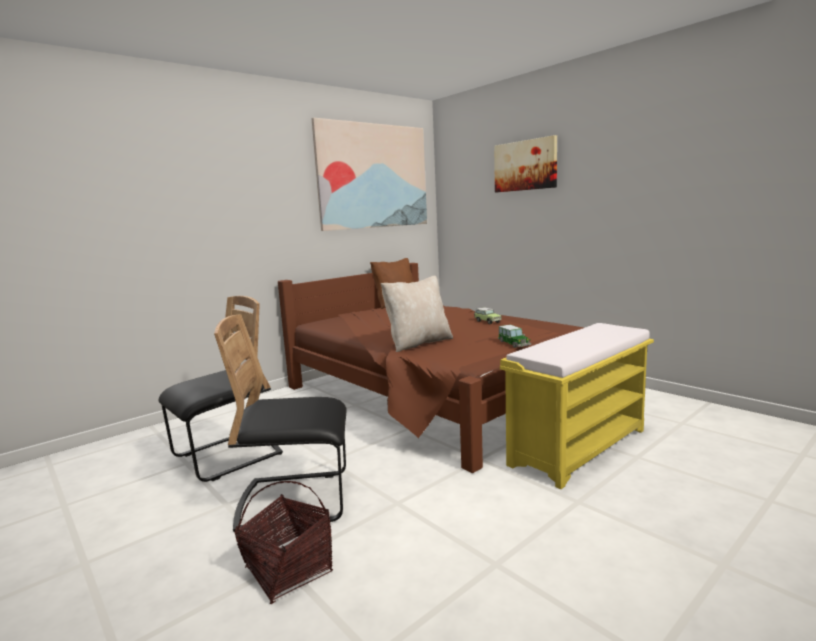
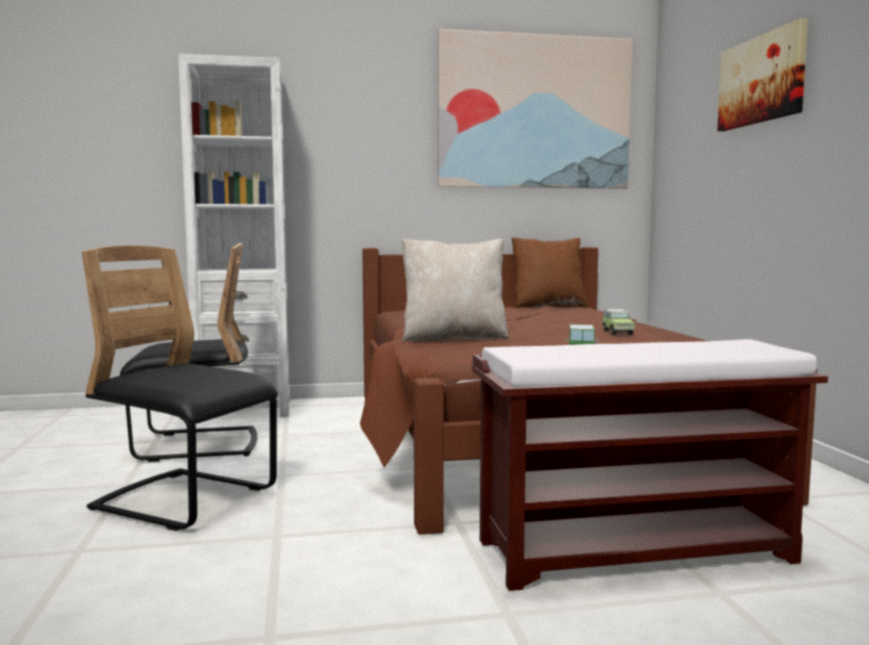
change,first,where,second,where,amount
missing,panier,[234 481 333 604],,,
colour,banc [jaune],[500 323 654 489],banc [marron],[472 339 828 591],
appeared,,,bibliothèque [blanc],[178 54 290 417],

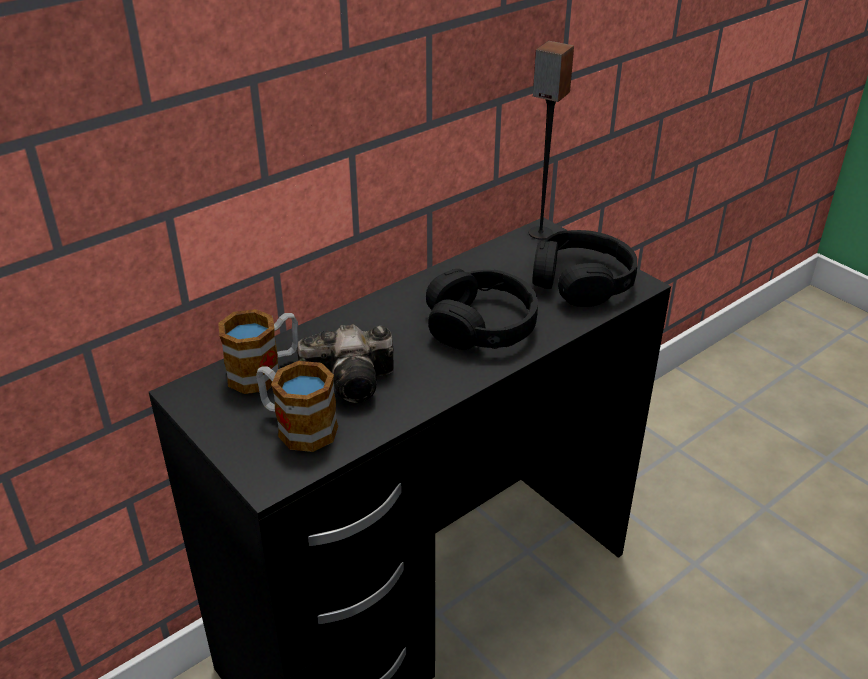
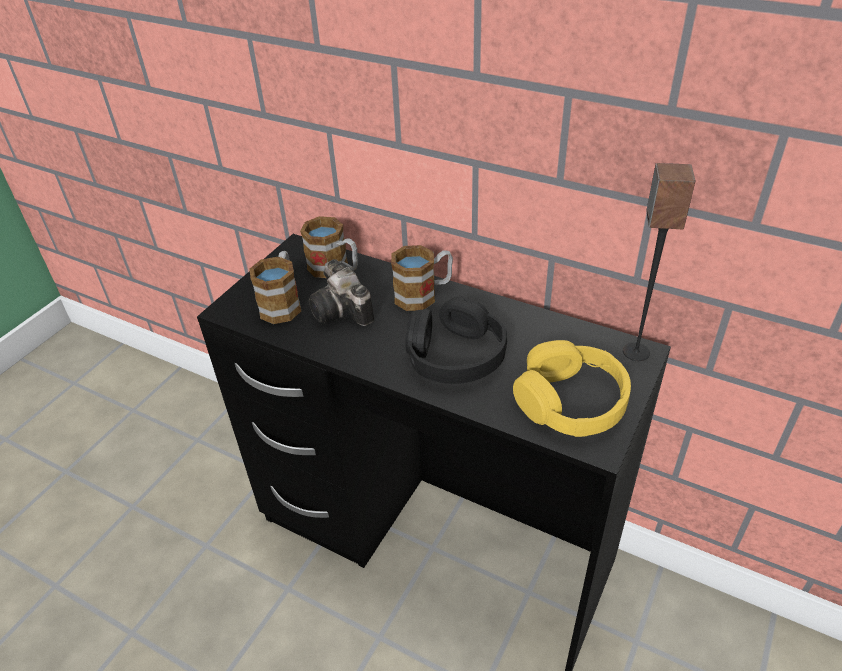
change,first,where,second,where,amount
colour,casque audio [noir],[532 230 637 307],casque audio [jaune],[513 340 631 437],
appeared,,,mug,[391 245 453 311],

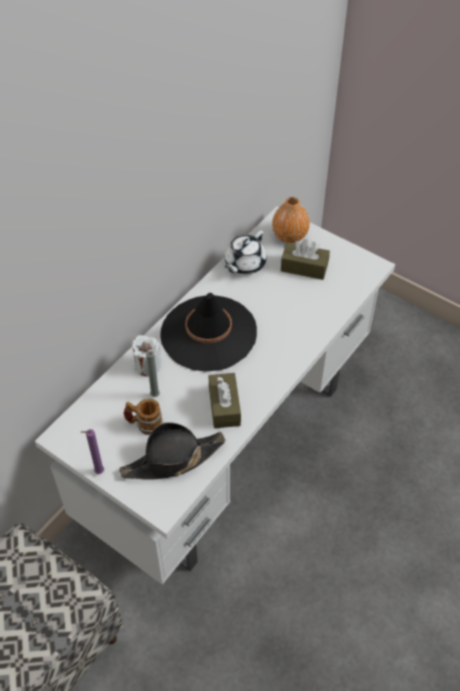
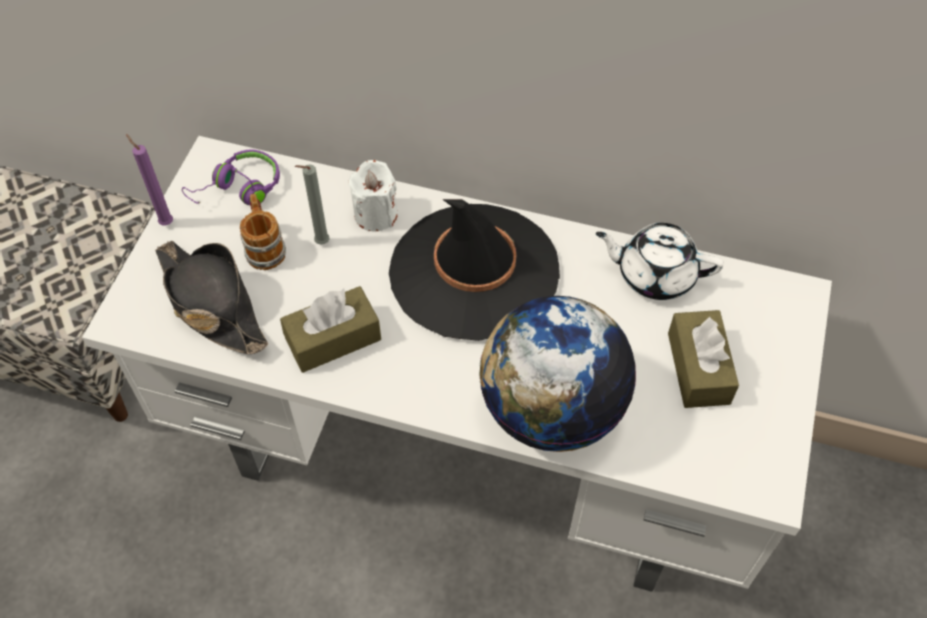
change,first,where,second,where,amount
missing,vase [orange],[272 197 310 243],,,
appeared,,,casque audio [violet],[182 150 280 205],
appeared,,,globe,[479 296 636 452],

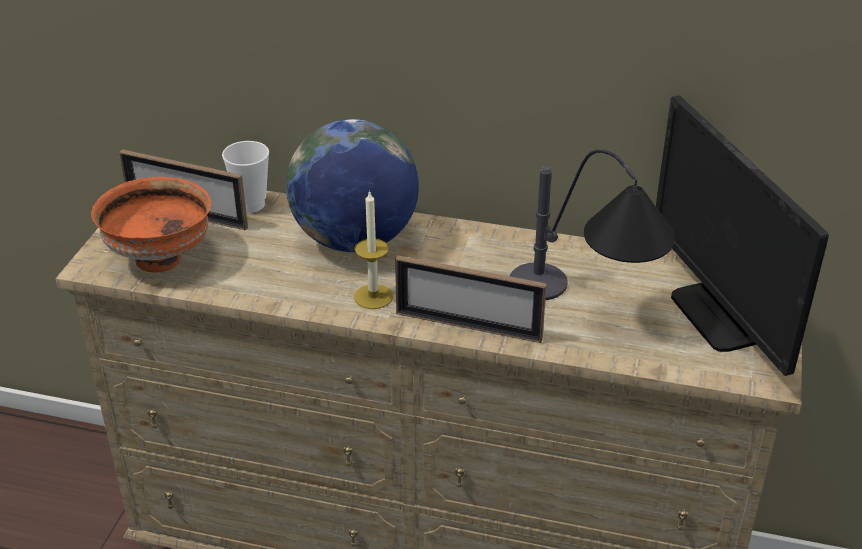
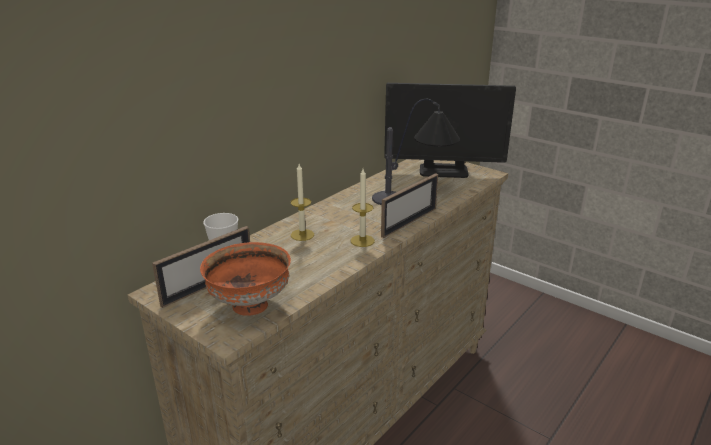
change,first,where,second,where,amount
exchanged,globe,[286 119 419 252],bougie,[291 164 314 241],

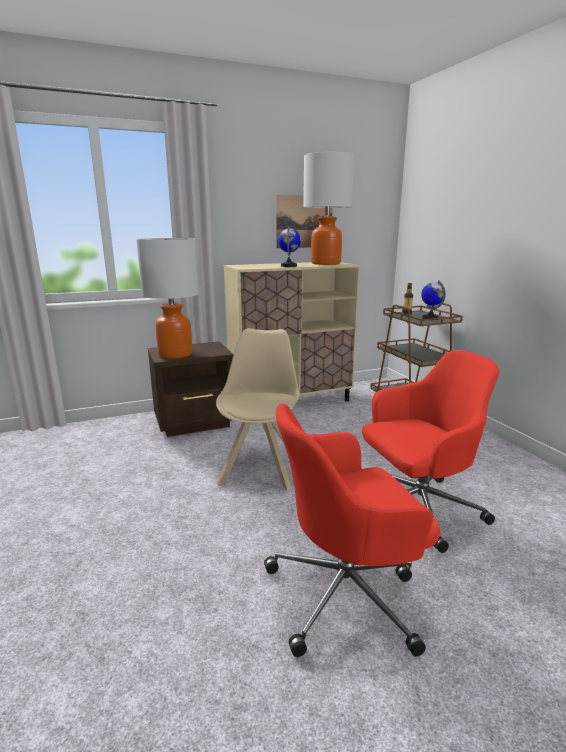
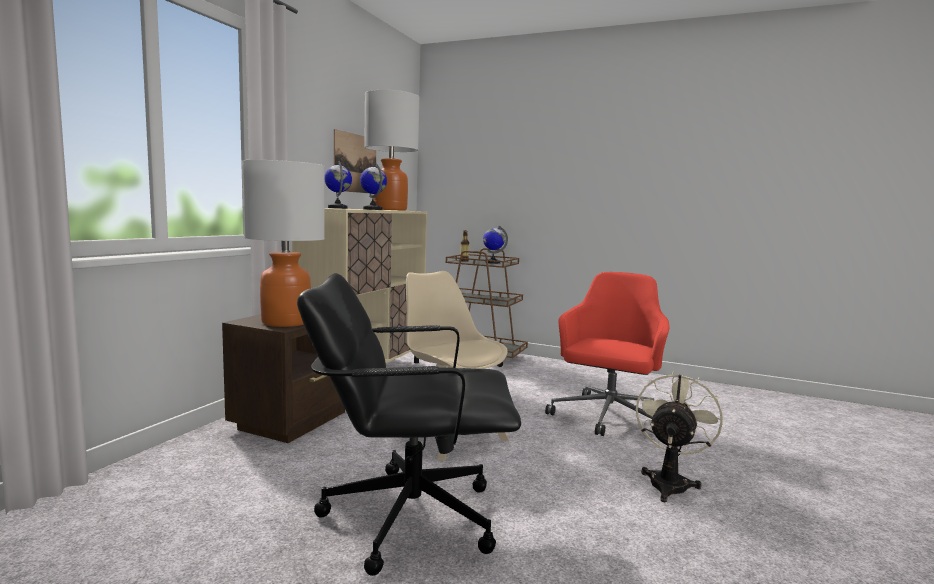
change,first,where,second,where,amount
exchanged,chaise de bureau [rouge],[264 403 440 657],ventilateur [beige],[636 371 723 502],
appeared,,,chaise de bureau [noir],[297 273 521 576],
appeared,,,globe,[324 161 352 209],

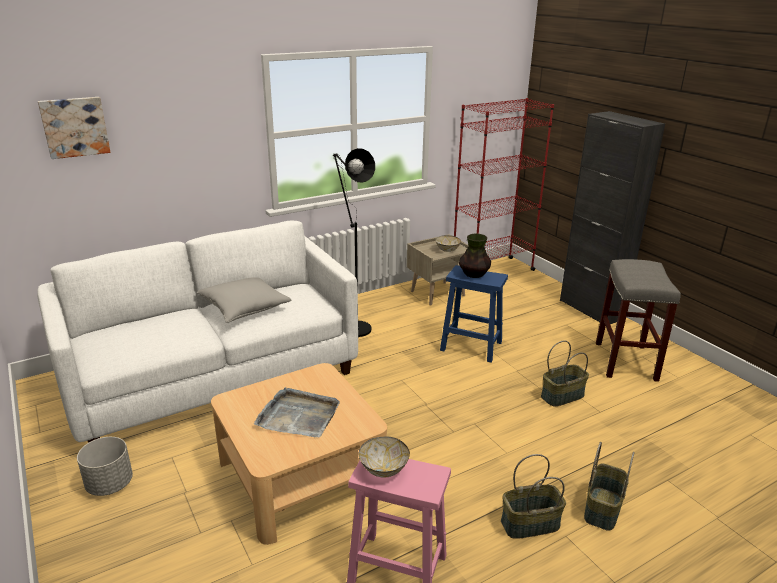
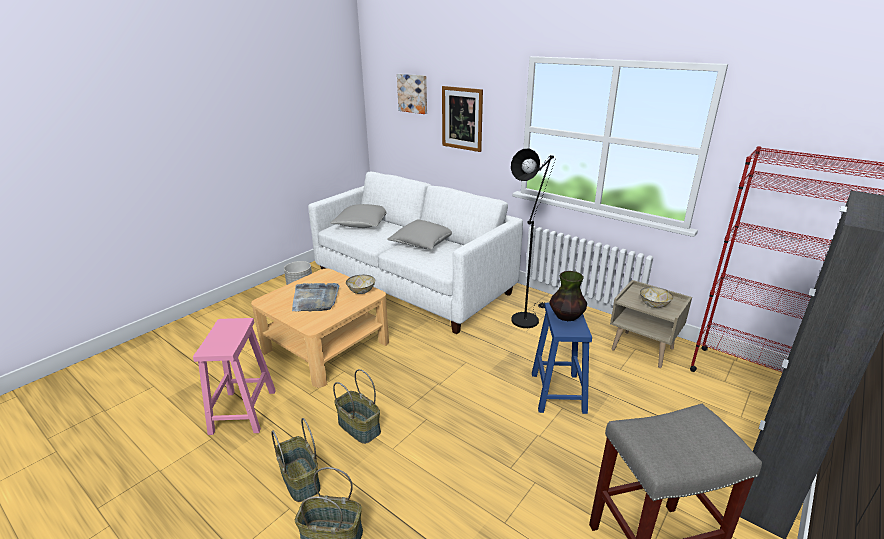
change,first,where,second,where,amount
relocated,bol,[359 436 410 478],,[346 275 375 294],
relocated,panier,[541 340 589 407],,[333 369 381 444],
appeared,,,coussin [gris],[330 204 387 228],
appeared,,,tableau,[442 86 483 152],

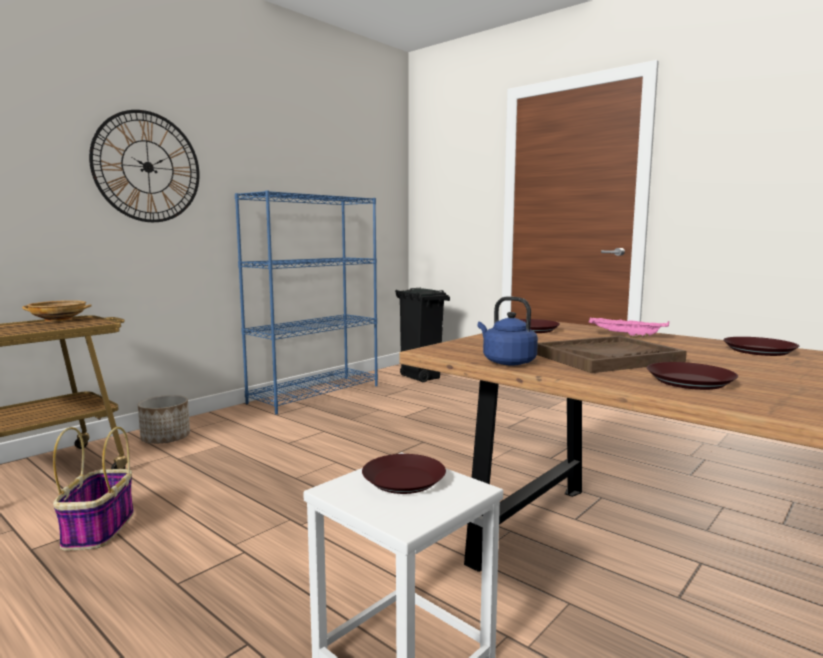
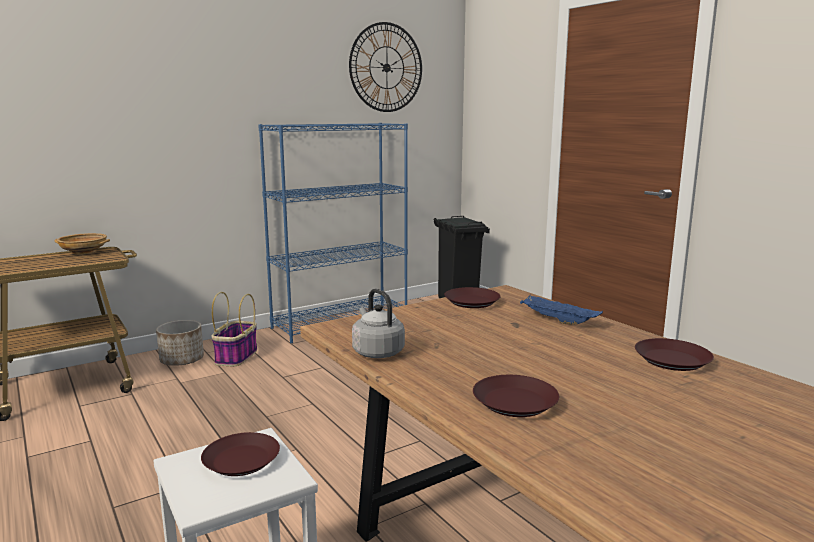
change,first,where,second,where,amount
relocated,panier,[53 427 134 551],,[211 292 257 366],
relocated,horloge murale,[89 110 200 222],,[349 22 422 112],
colour,bouilloire [bleu],[478 297 538 365],bouilloire [gris],[352 288 405 358],
missing,plateau [marron],[537 336 687 373],,,
colour,plateau [rose],[589 317 669 338],plateau [bleu],[520 295 603 324],

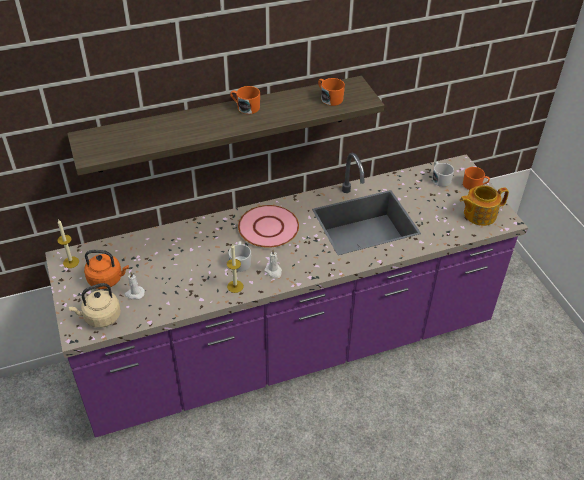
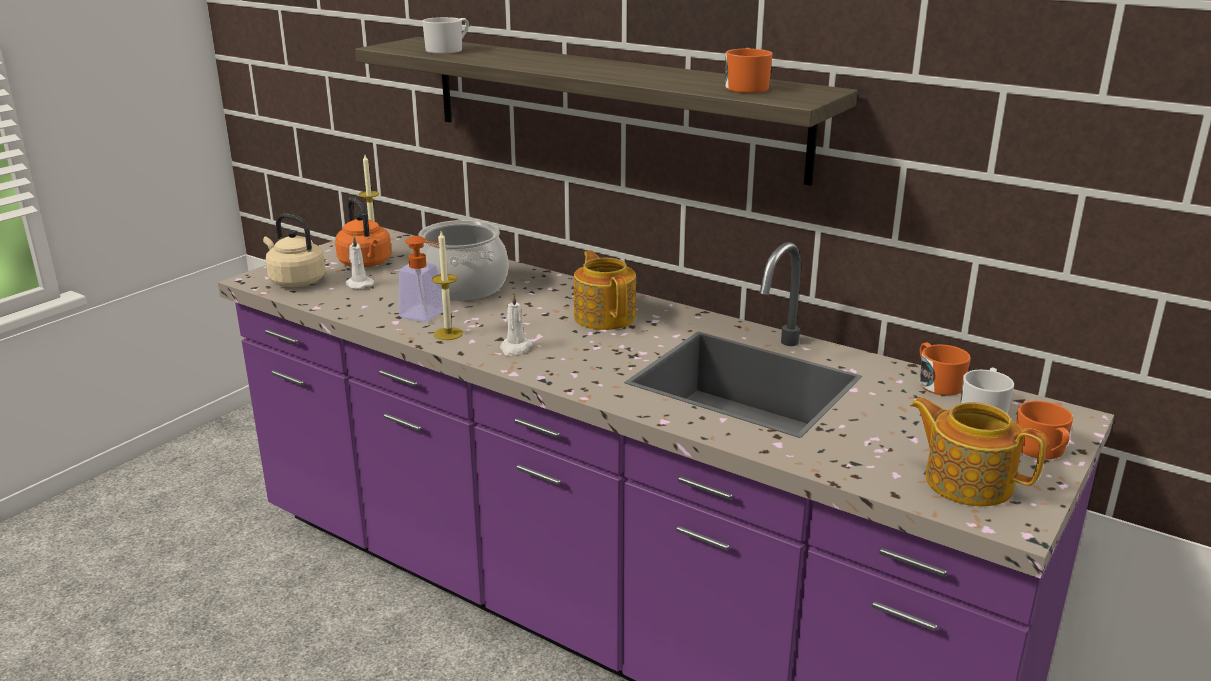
change,first,where,second,where,amount
relocated,mug [blanc],[229 241 251 272],,[422 17 469 54],
relocated,mug [orange],[230 86 260 114],,[920 343 971 396],
exchanged,assiette [rose],[238 205 299 248],théière,[574 251 636 330],
appeared,,,distributeur de savon,[399 236 443 322],
appeared,,,marmite,[418 220 508 301],

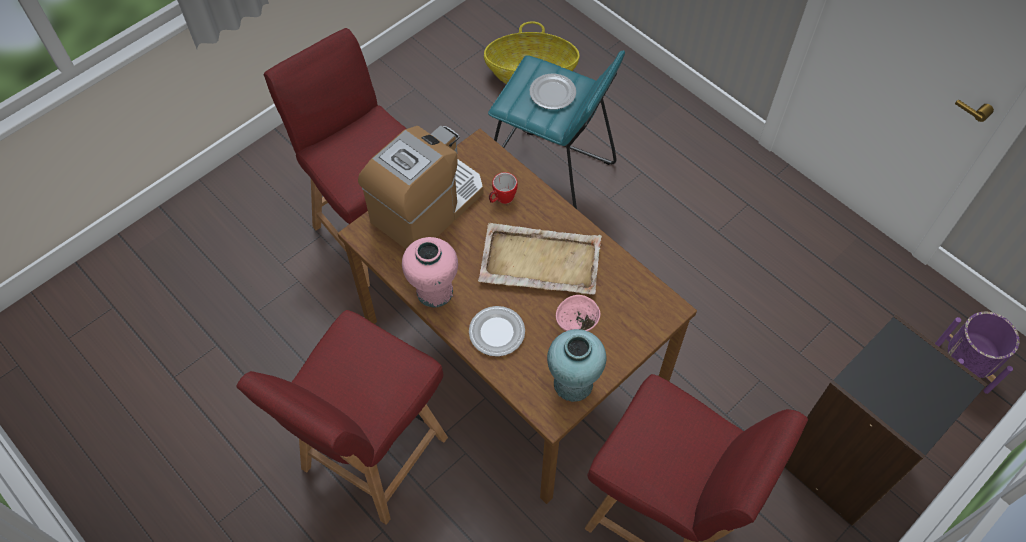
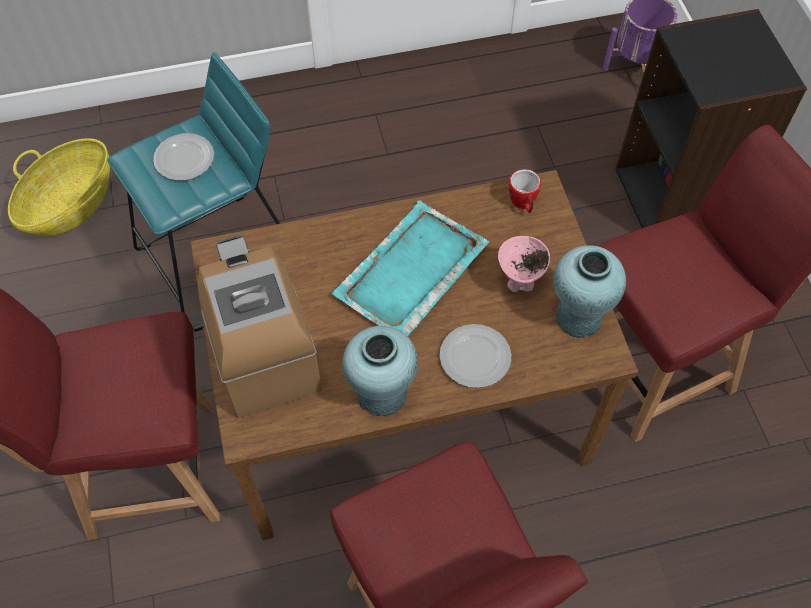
change,first,where,second,where,amount
colour,vase [rose],[402 237 458 307],vase [turquoise],[342 326 418 417],
colour,plateau [beige],[478 223 602 295],plateau [turquoise],[332 201 489 336],
relocated,mug,[489 172 518 204],,[509 169 541 213],

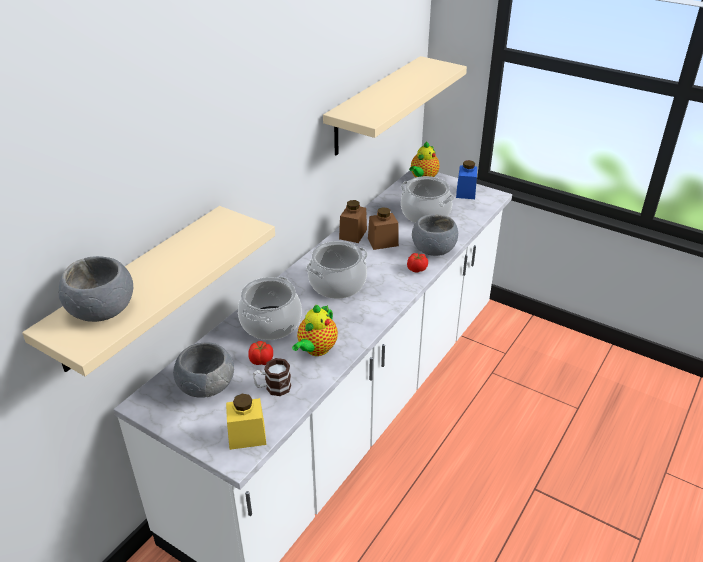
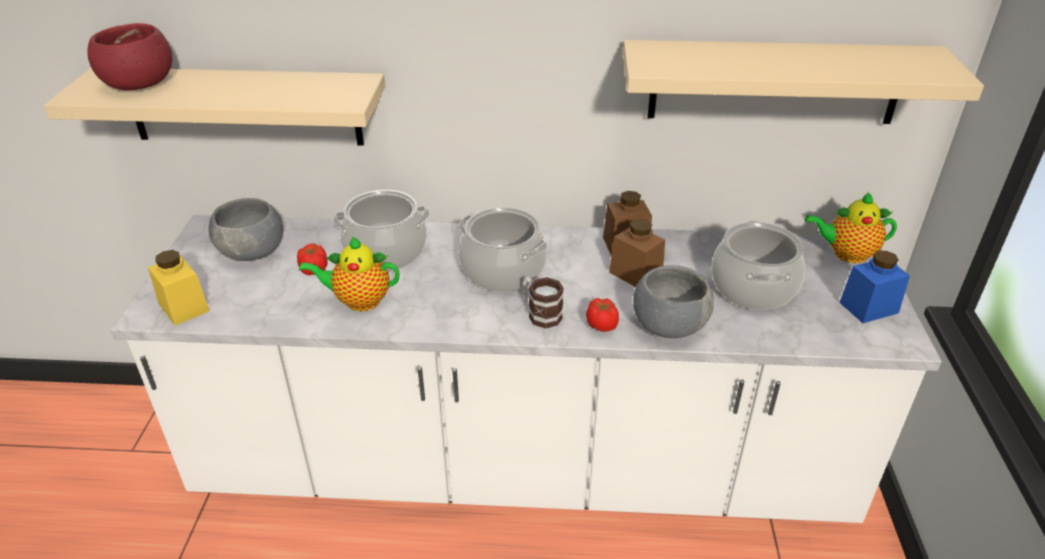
change,first,where,second,where,amount
colour,bol [gris],[58 256 133 322],bol [rouge],[87 23 172 90],
relocated,mug,[253 358 292 396],,[523 277 564 328],

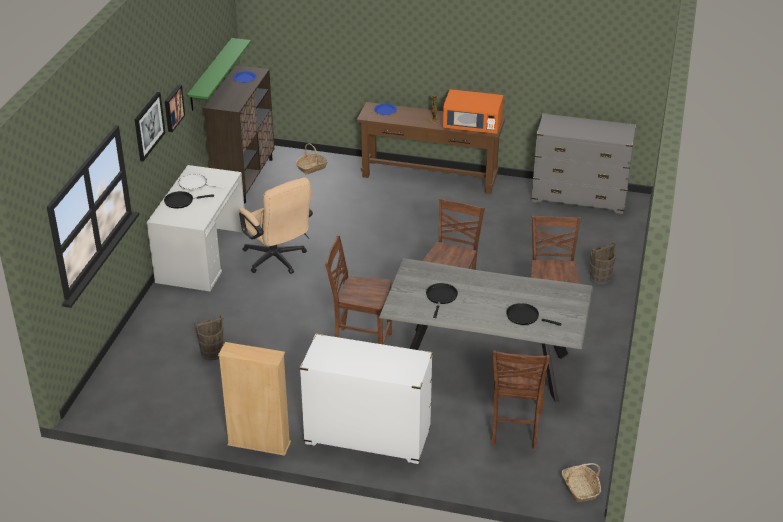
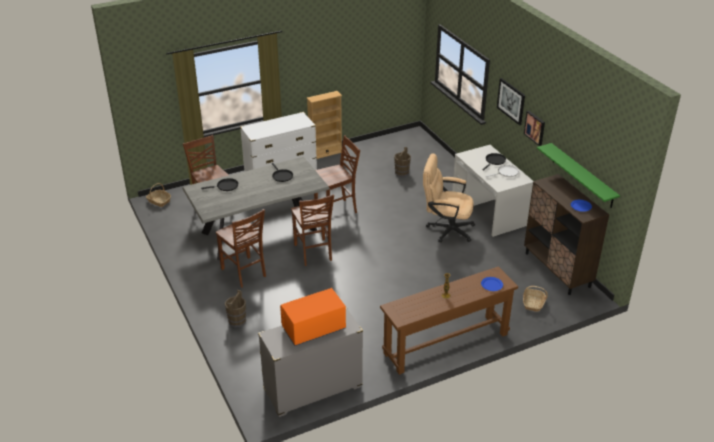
change,first,where,second,where,amount
relocated,micro-ondes [orange],[443 89 503 134],,[280 288 346 346],

